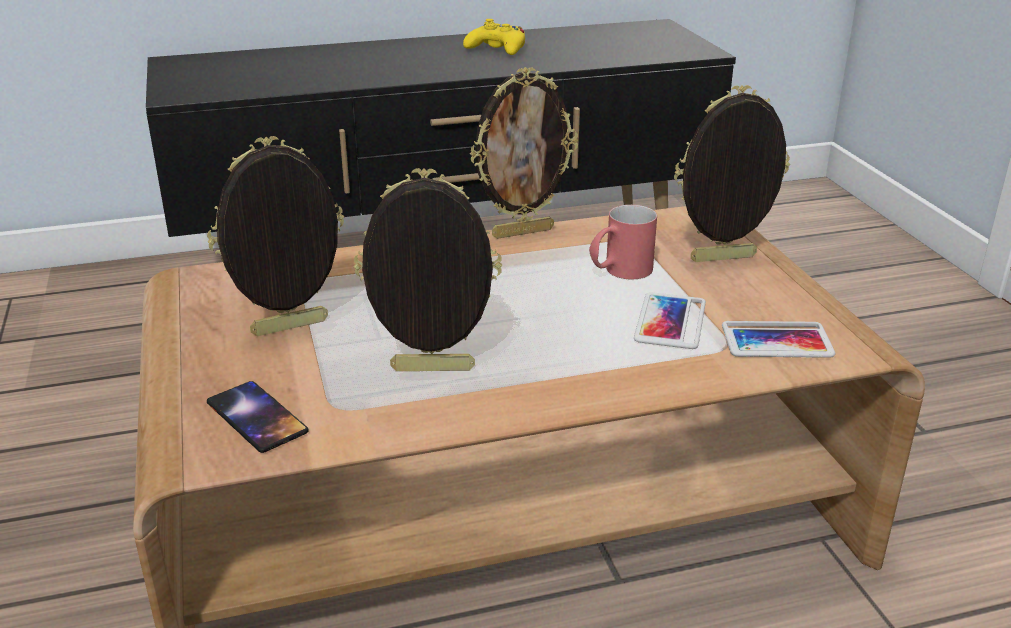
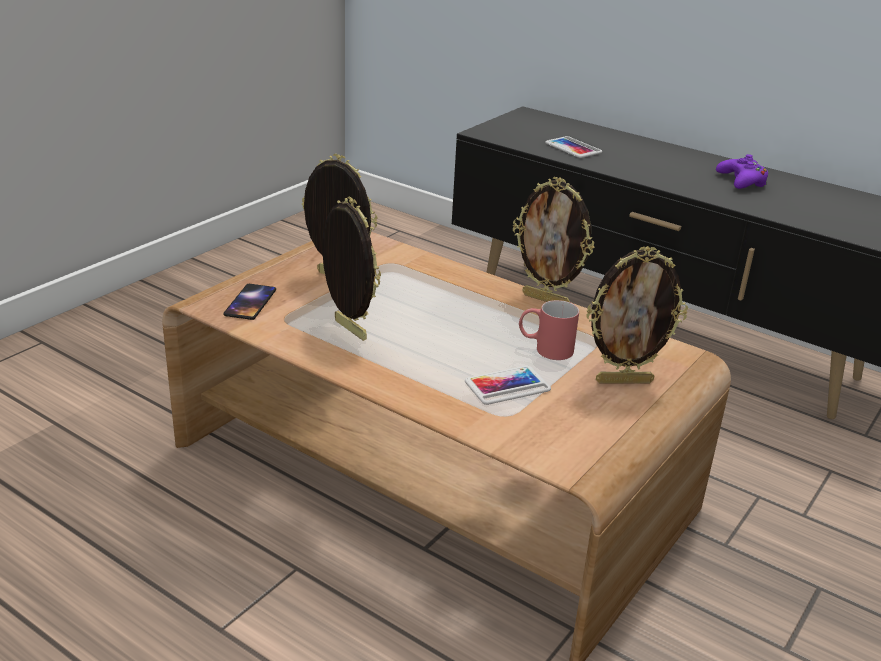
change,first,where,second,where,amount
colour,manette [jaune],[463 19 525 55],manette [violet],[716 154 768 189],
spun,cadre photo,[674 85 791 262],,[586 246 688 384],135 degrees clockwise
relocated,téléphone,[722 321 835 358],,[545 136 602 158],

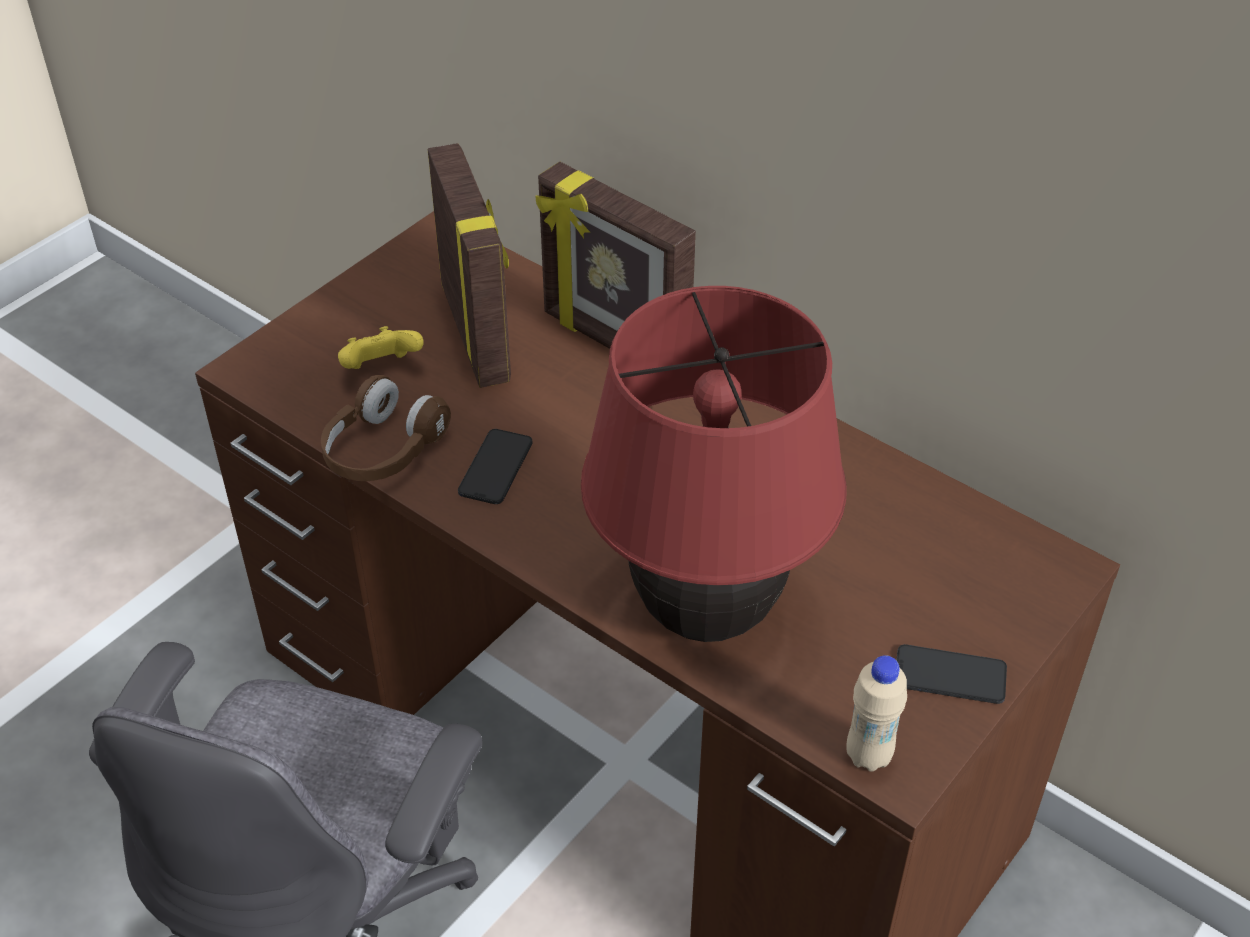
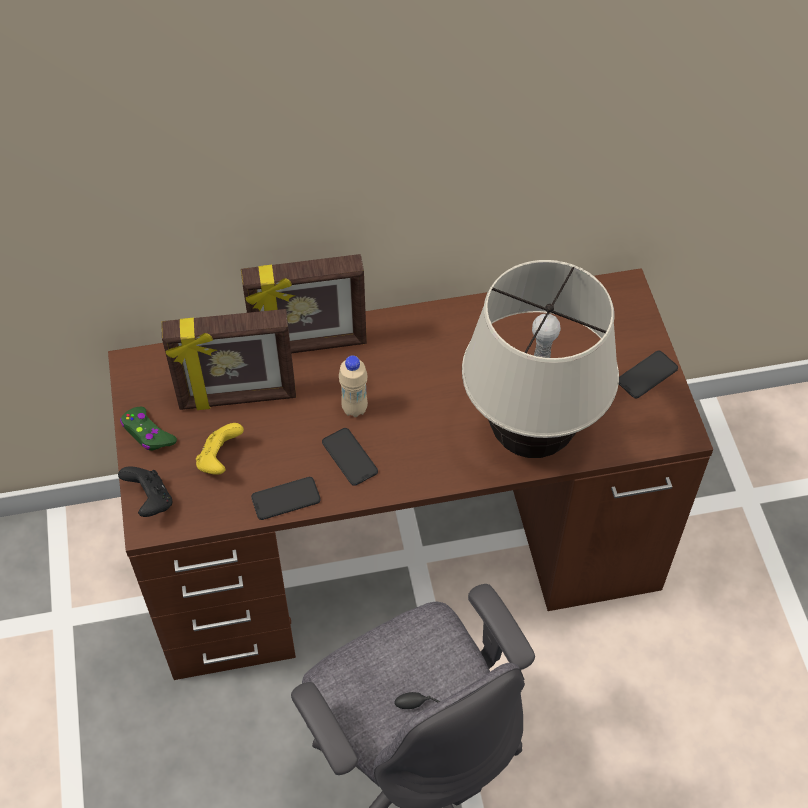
change,first,where,second,where,amount
exchanged,casque audio [marron],[321 375 451 481],téléphone,[251 477 321 520],
spun,cadre photo,[428 143 511 388],,[161 309 296 410],150 degrees clockwise
colour,lampe de table [rouge],[581 286 847 642],lampe de table [beige],[462 260 619 458],
relocated,bouteille [beige],[846 655 907 772],,[339 355 368 417],
appeared,,,manette [noir],[118 466 172 517],
appeared,,,manette [vert],[120 407 177 451],

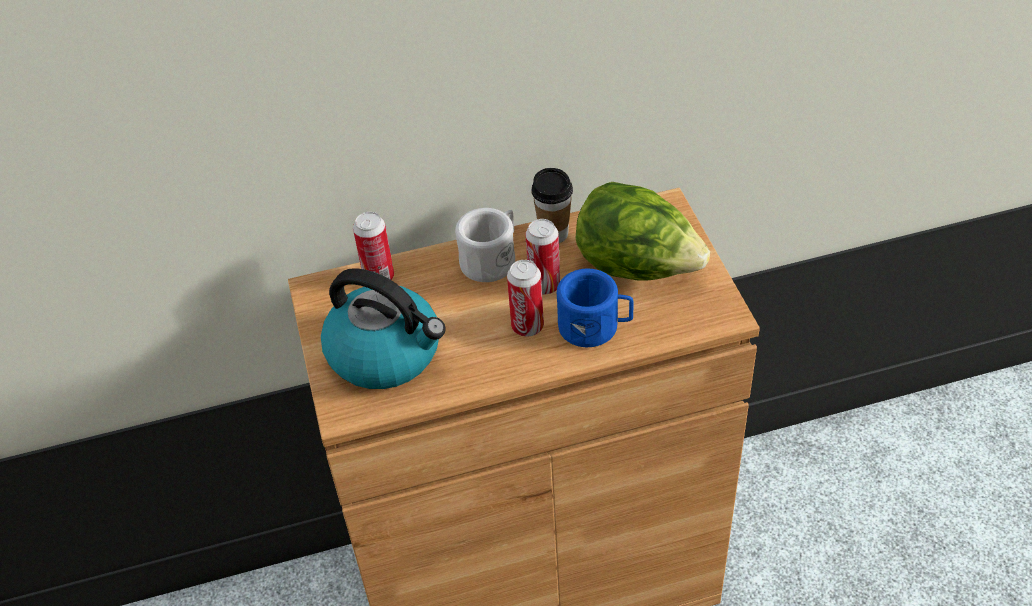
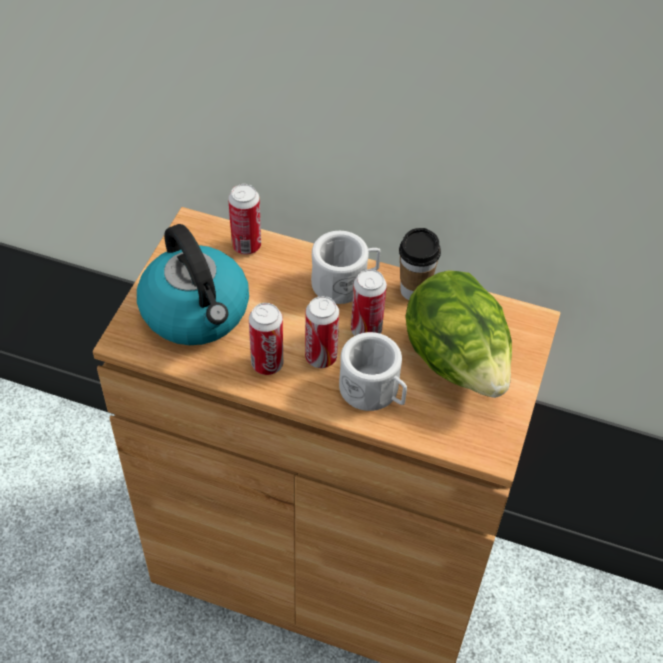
change,first,where,second,where,amount
colour,mug [bleu],[557 269 634 347],mug [blanc],[339 332 407 411],
appeared,,,boîte métallique,[249 303 283 375],

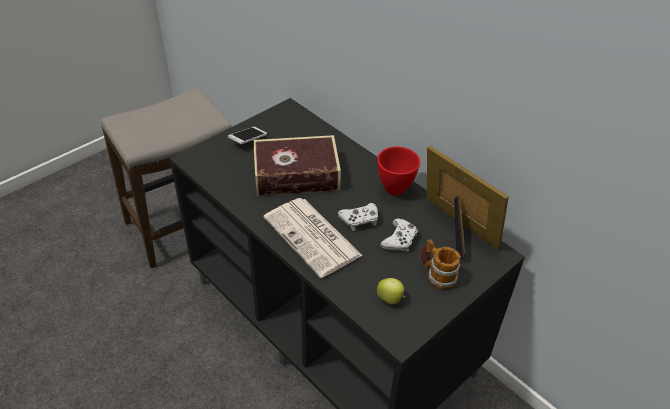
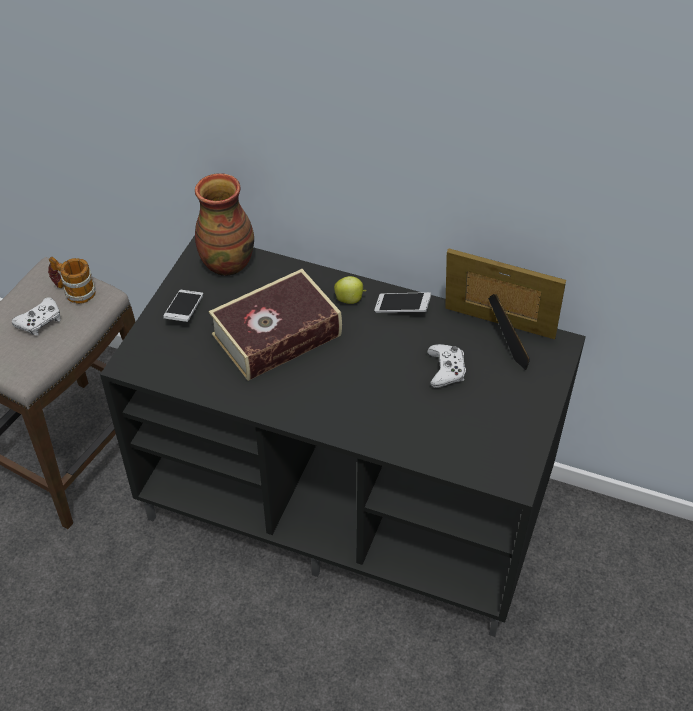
change,first,where,second,where,amount
missing,journal,[264 198 363 278],,,
relocated,manette [blanc],[338 203 378 231],,[12 297 60 336],
exchanged,bol [rouge],[377 146 420 196],téléphone,[374 292 431 313],
relocated,pomme,[377 278 406 304],,[334 276 366 304],
relocated,mug,[421 239 461 290],,[48 257 96 304],
appeared,,,vase,[195 173 254 276],

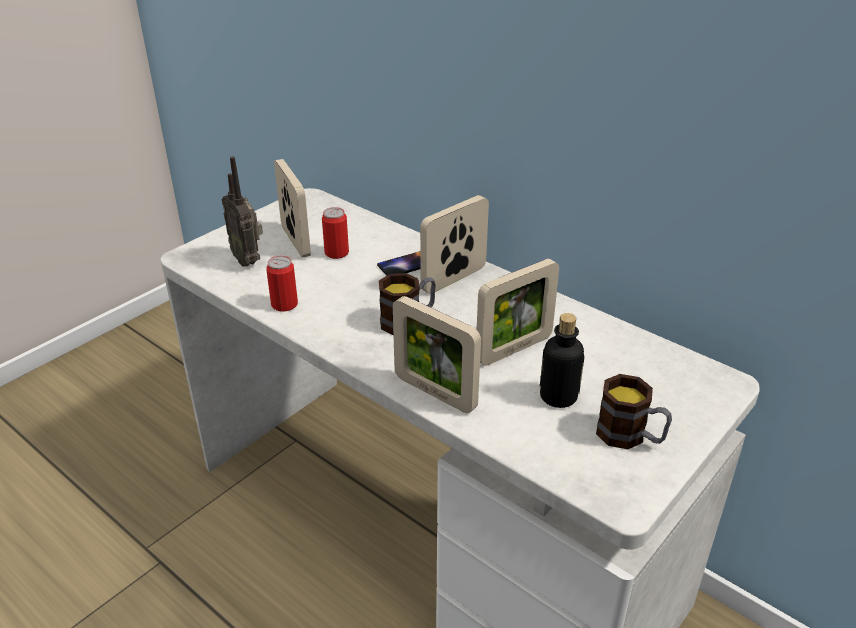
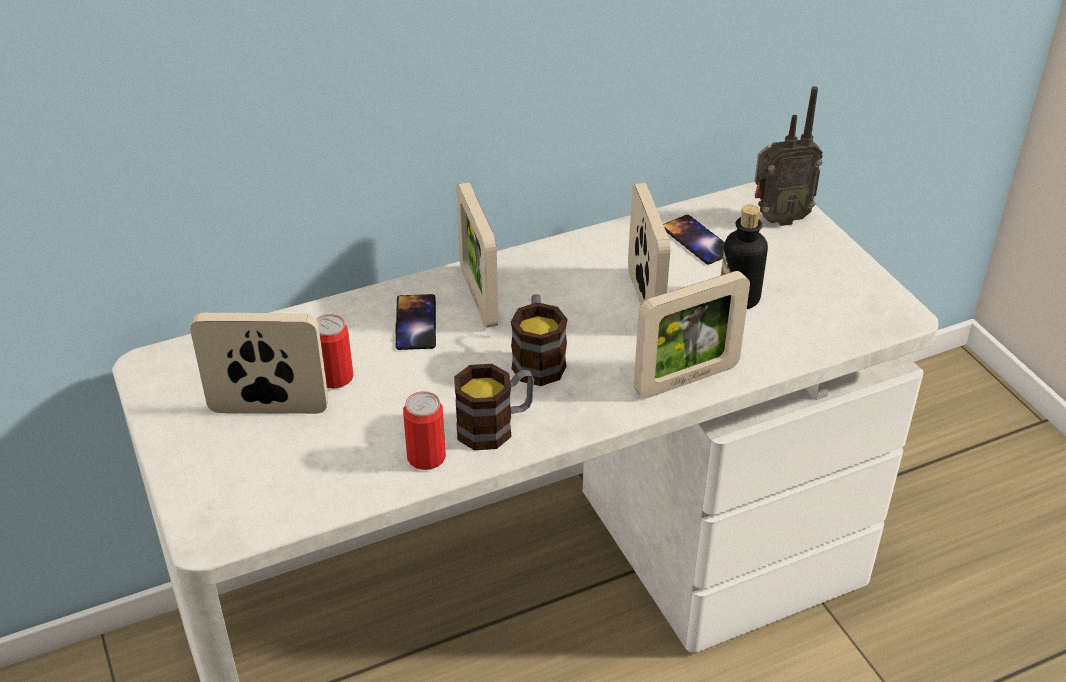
change,first,where,second,where,amount
relocated,radio,[222 156 263 267],,[755 86 823 226],
relocated,mug,[596 374 672 449],,[454 364 534 450],
appeared,,,téléphone,[663 215 725 265],

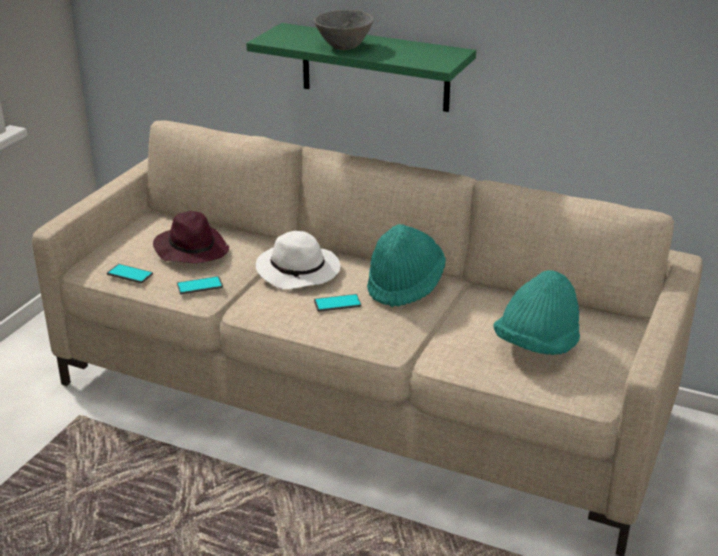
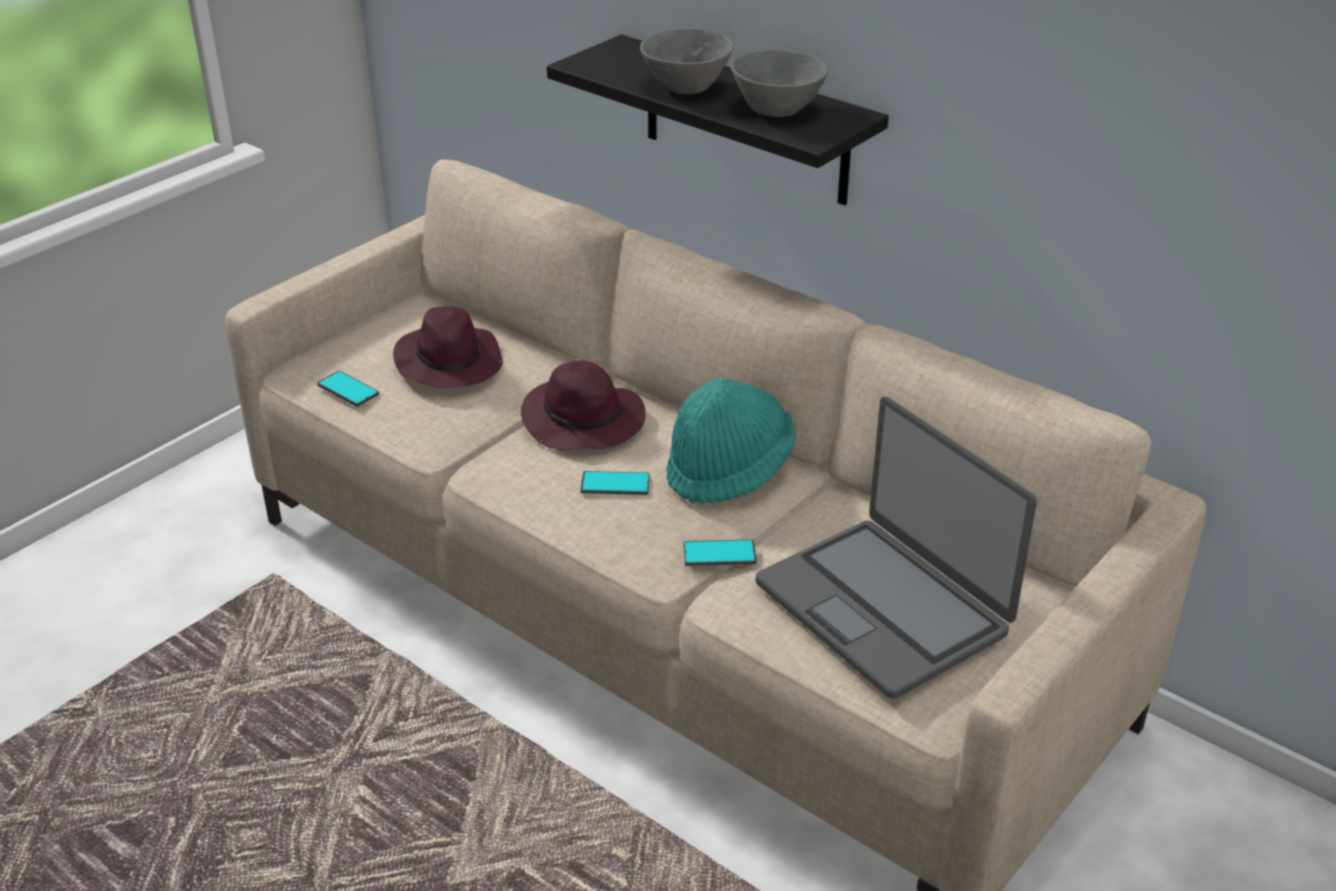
change,first,where,second,where,amount
relocated,téléphone,[177 276 223 294],,[683 539 757 566],
colour,étagère [vert],[246 23 476 112],étagère [noir],[547 35 889 205],
colour,chapeau [blanc],[256 231 340 289],chapeau [violet],[521 360 646 450],
exchanged,chapeau [turquoise],[493 270 580 355],ordinateur portable,[756 396 1037 699],
appeared,,,bol [gris],[730 49 828 117],

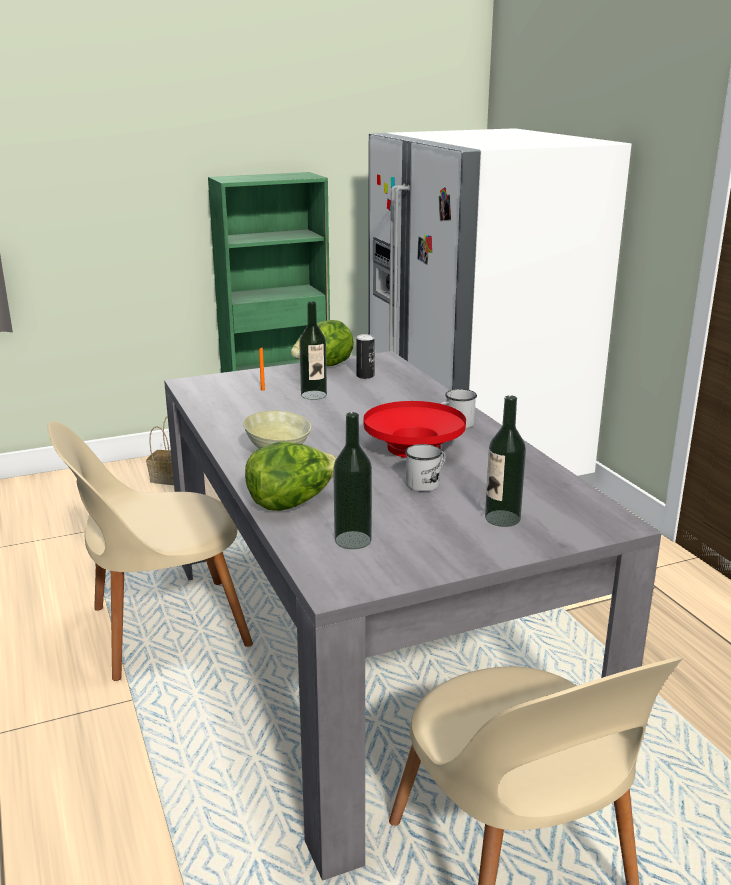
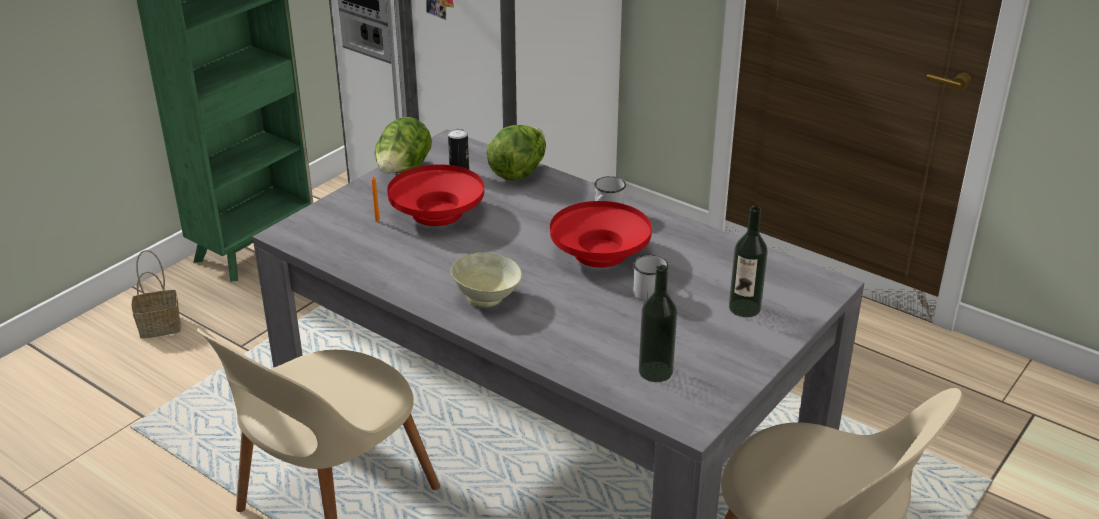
change,first,where,second,where,amount
relocated,laitue,[245 441 337 511],,[487 125 546 181],
exchanged,bouteille,[299 301 327 400],bol [rouge],[387 164 484 226],

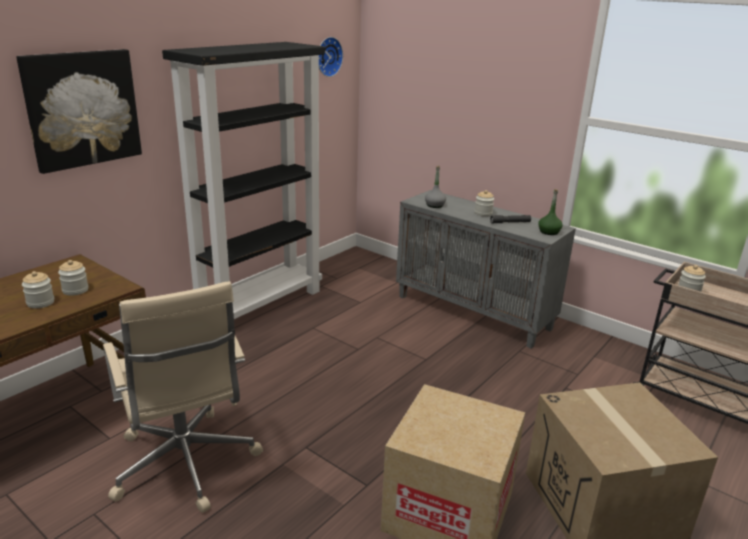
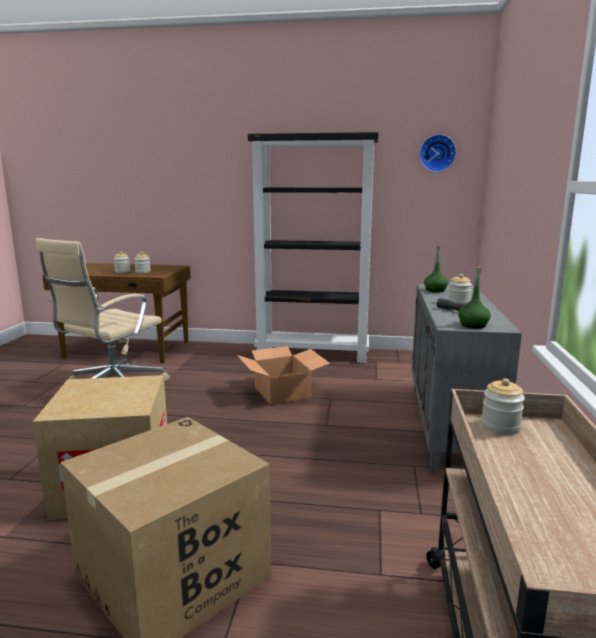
change,first,where,second,where,amount
missing,tableau,[16 49 142 174],,,
colour,bouteille [gris],[425 166 446 208],bouteille [vert],[424 246 448 292],
appeared,,,carton,[237 346 330 404],

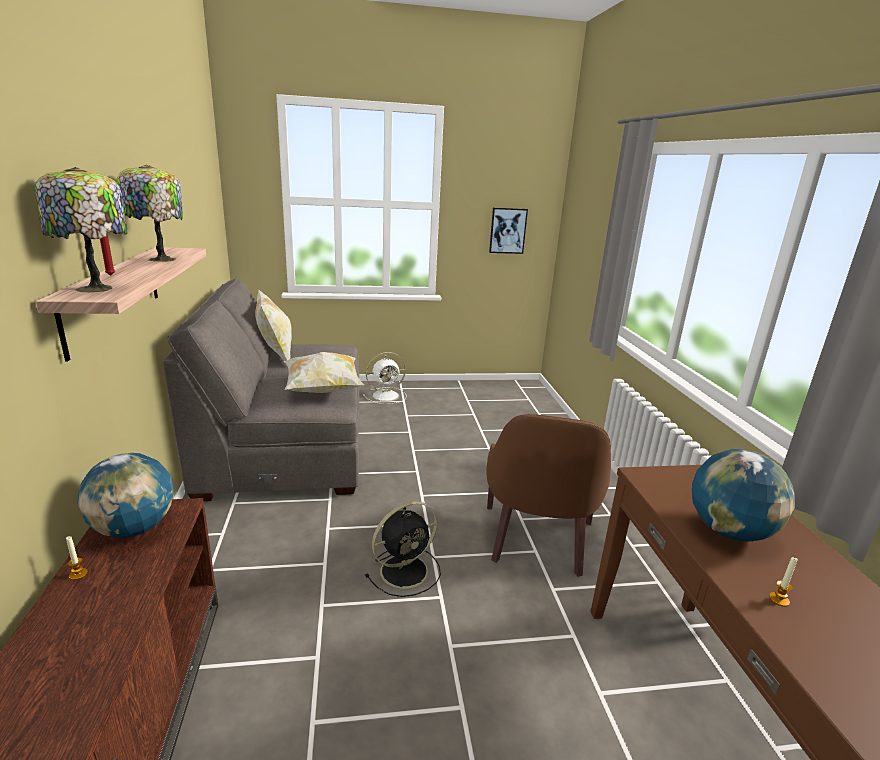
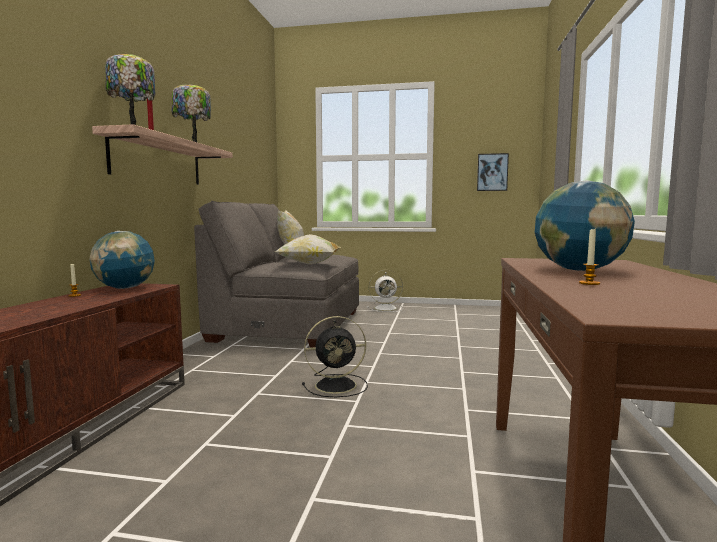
change,first,where,second,where,amount
missing,fauteuil [marron],[487 414 611 577],,,

